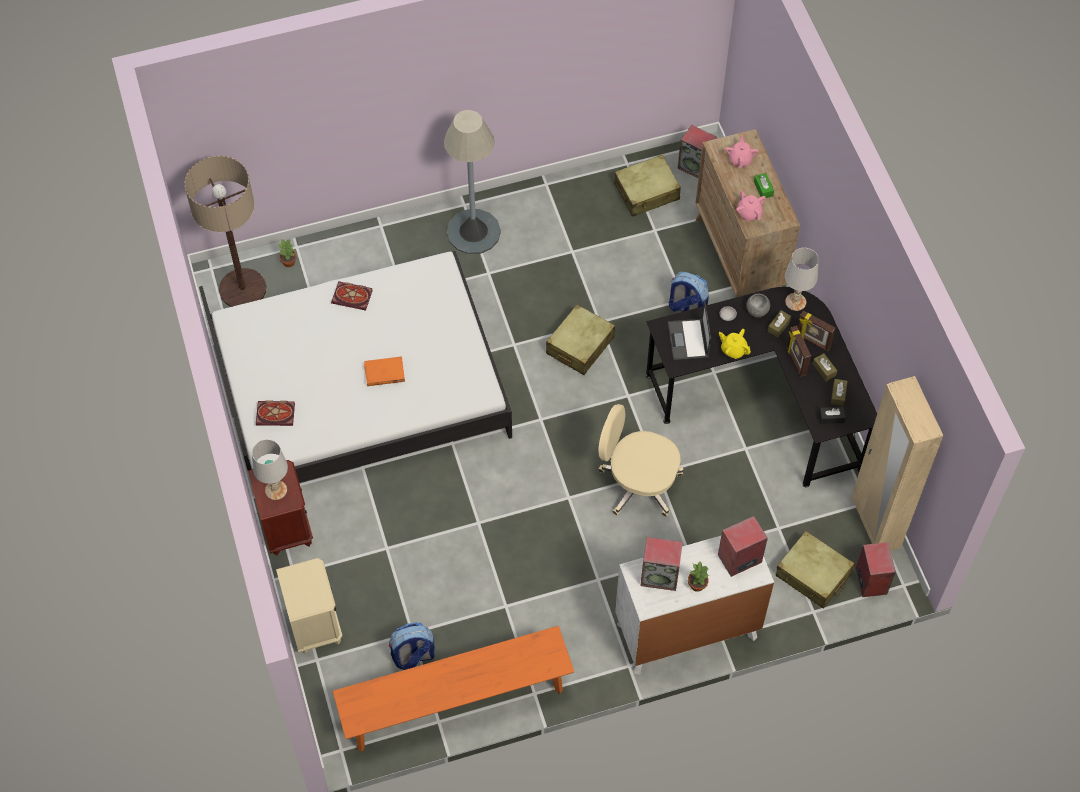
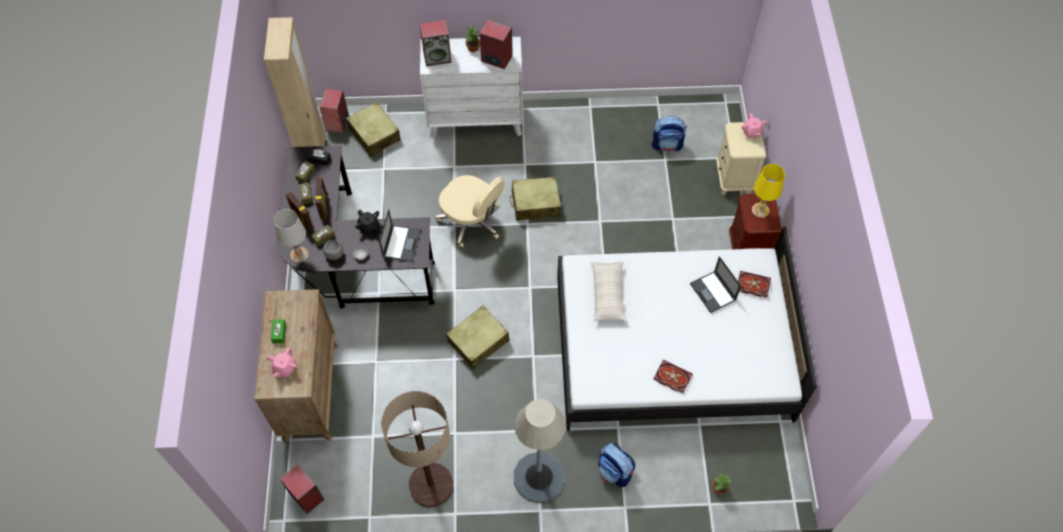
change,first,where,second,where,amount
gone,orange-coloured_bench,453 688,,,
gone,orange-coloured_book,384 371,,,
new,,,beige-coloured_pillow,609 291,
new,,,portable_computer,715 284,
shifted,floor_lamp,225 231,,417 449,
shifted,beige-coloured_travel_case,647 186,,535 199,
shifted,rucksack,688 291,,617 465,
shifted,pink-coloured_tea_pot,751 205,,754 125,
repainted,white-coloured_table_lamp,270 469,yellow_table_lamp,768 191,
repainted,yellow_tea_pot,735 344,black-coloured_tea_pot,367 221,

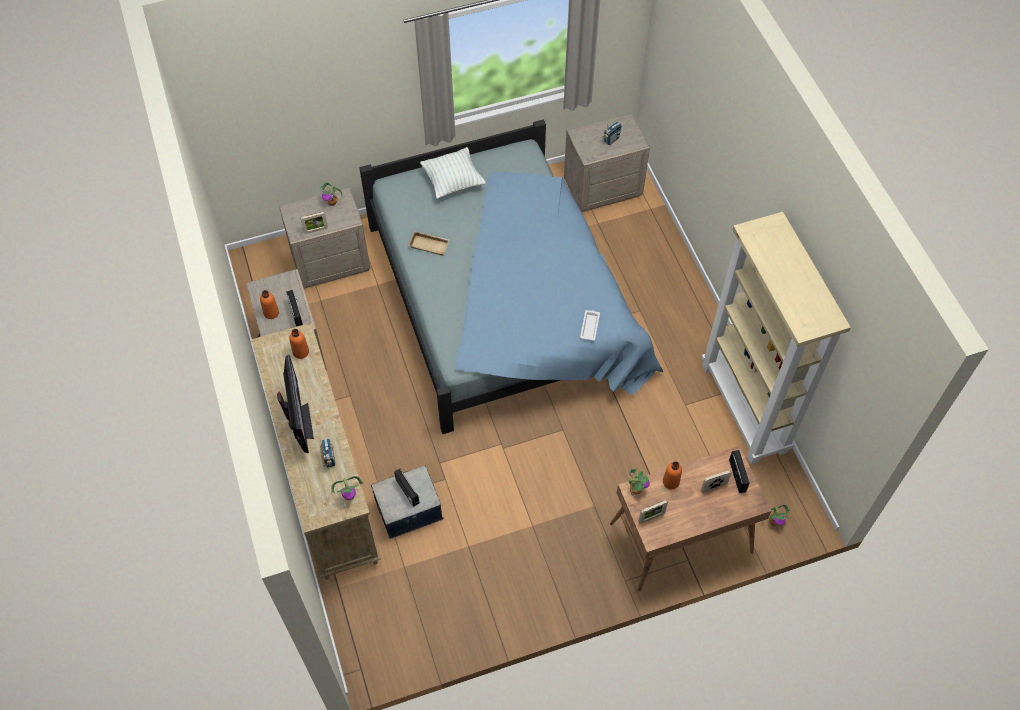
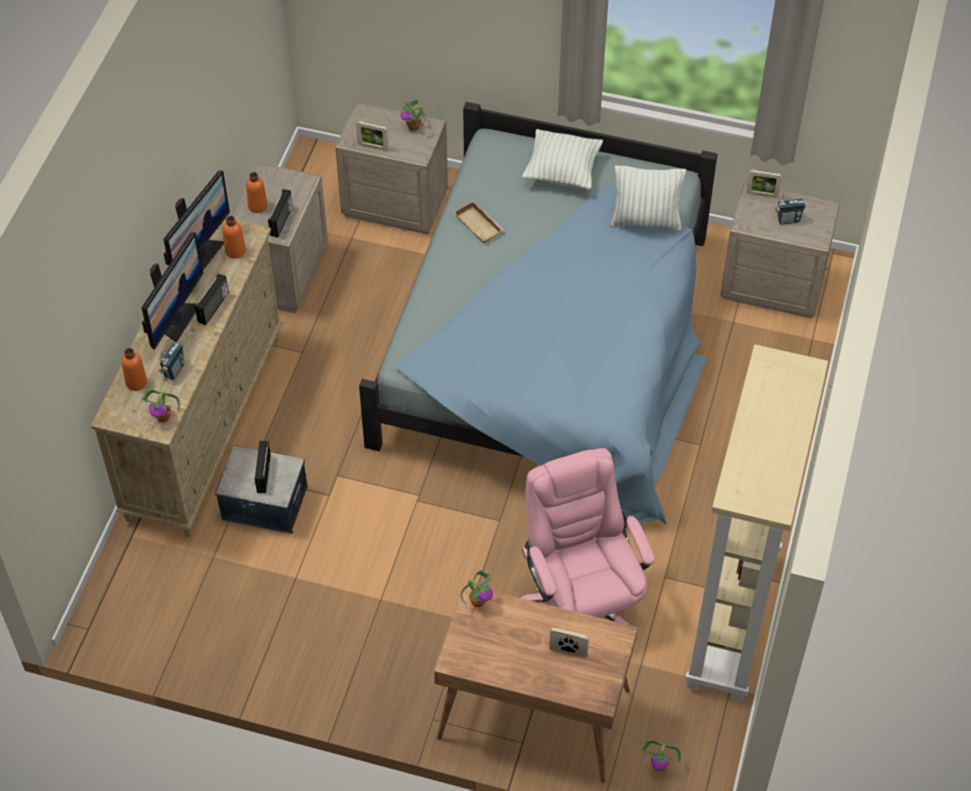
change,first,where,second,where,amount
gone,white-coloured_carrying_tray,590 325,,,
new,,,monitor,196 220,
new,,,pink-coloured_desk_chair,588 536,
new,,,pillow,648 197,
shifted,photo_frame,653 512,,764 184,
shifted,orange-coloured_beverage_bottle,672 475,,134 369,
shifted,radio_set,739 471,,212 299,

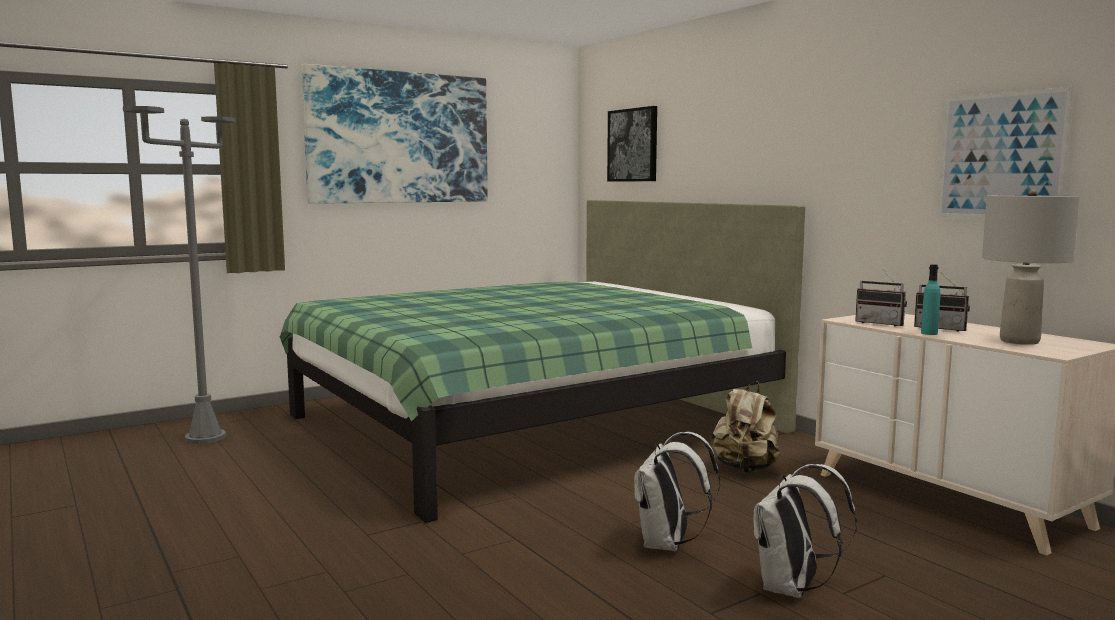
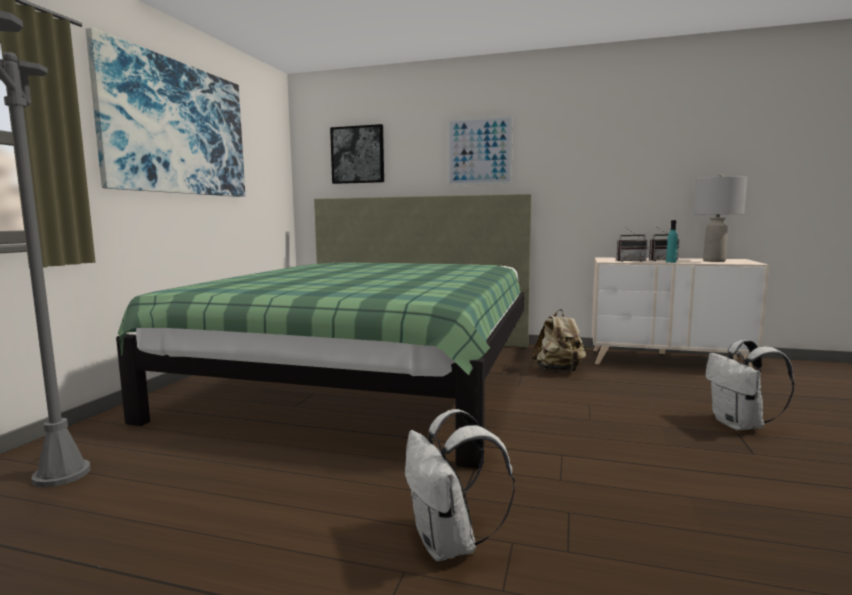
change,first,where,second,where,amount
shifted,white-coloured_rucksack,677 491,,460 485,
shifted,wall_picture,1005 152,,480 151,

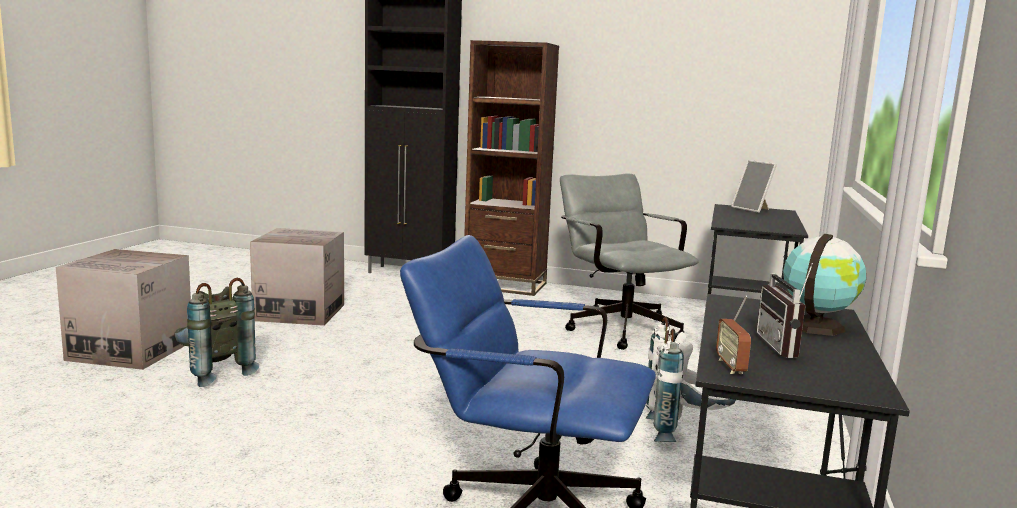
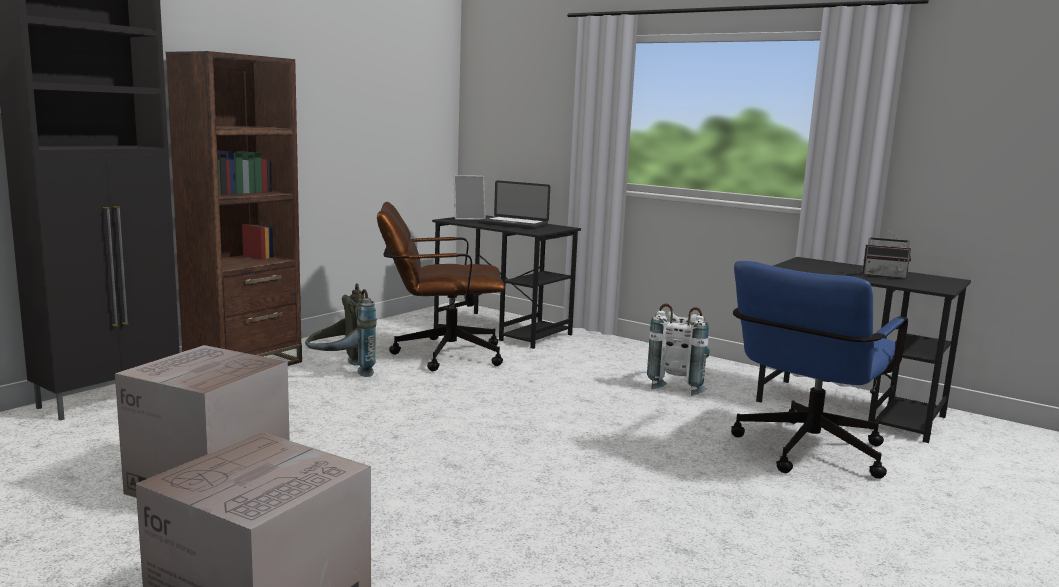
change,first,where,second,where,amount
gone,radio_set,733 334,,,
gone,globe,825 285,,,
new,,,portable_computer,514 204,
shifted,greyish_rucksack,216 332,,340 330,
repainted,greyish_desk_chair,629 262,brown-coloured_desk_chair,441 286,

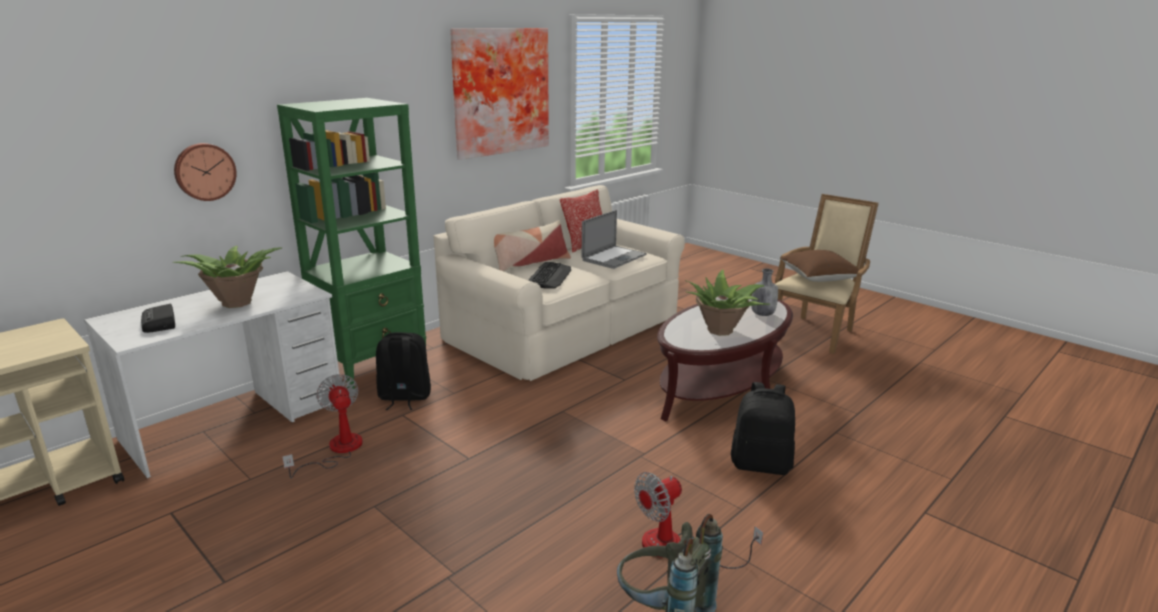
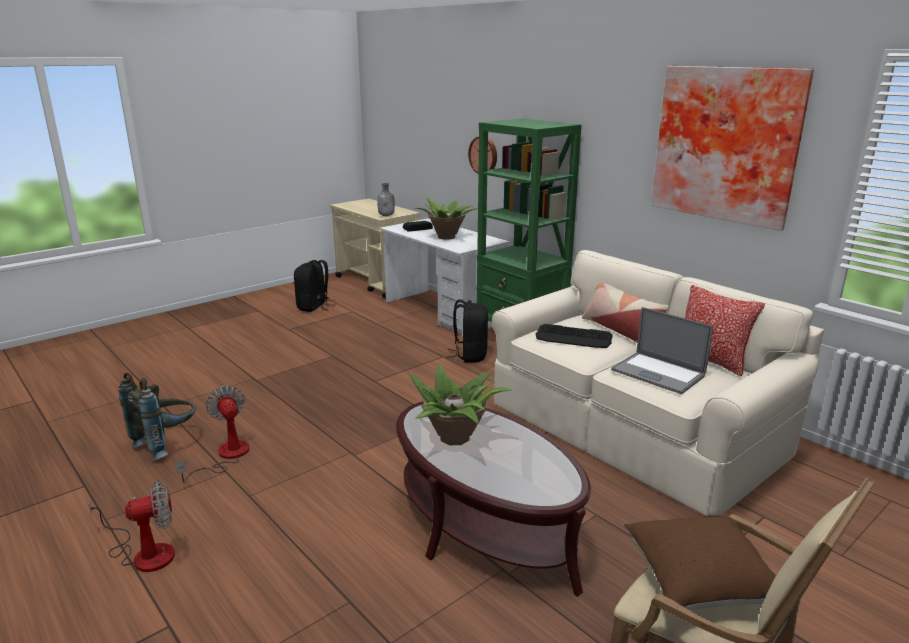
change,first,where,second,where,amount
shifted,cooling_fan,322 426,,131 526,
shifted,black-coloured_rucksack,763 428,,315 286,
shifted,greyish_beverage_bottle,764 292,,386 199,

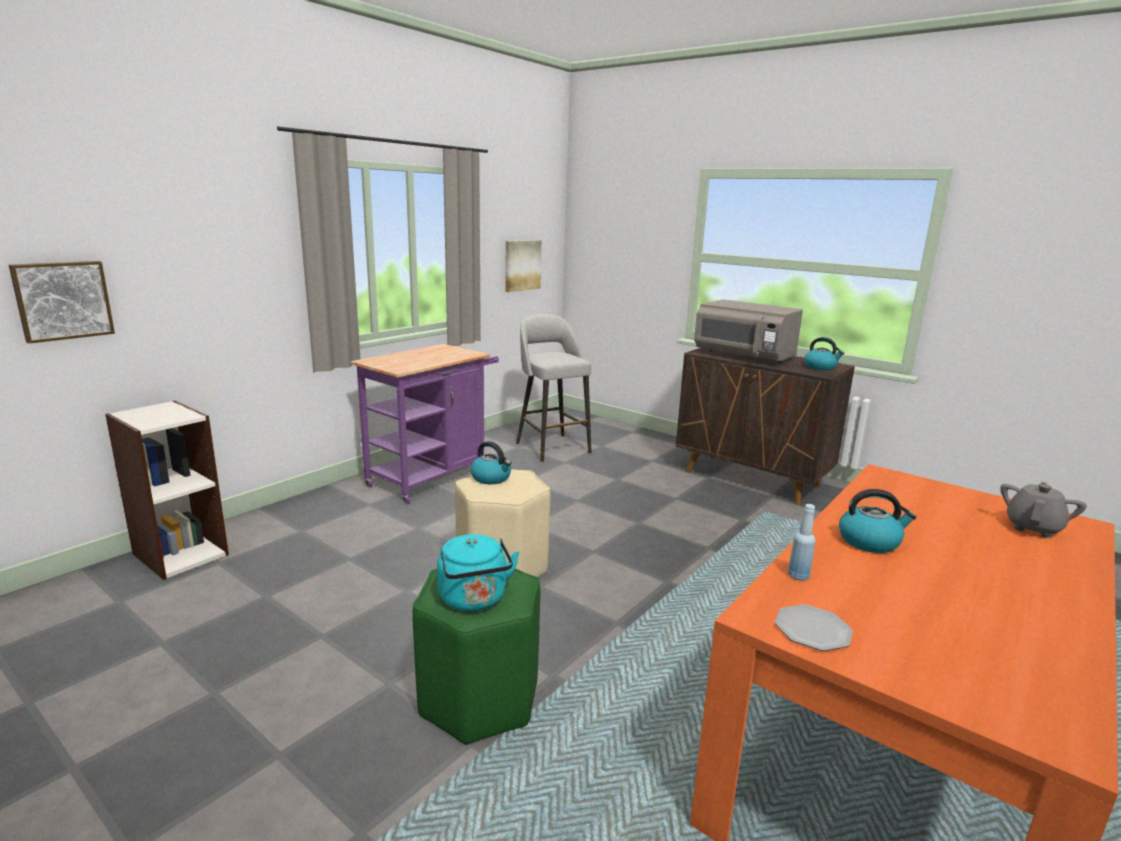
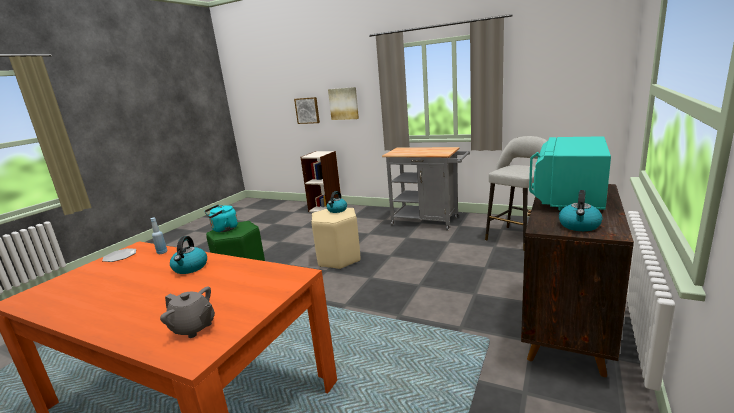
change,first,where,second,where,amount
shifted,wall_picture,523 266,,343 103,
repainted,purple_cart,425 424,greyish_cart,426 188,
repainted,greyish_kitchen_microwave,748 331,turquoise-coloured_kitchen_microwave,570 173,

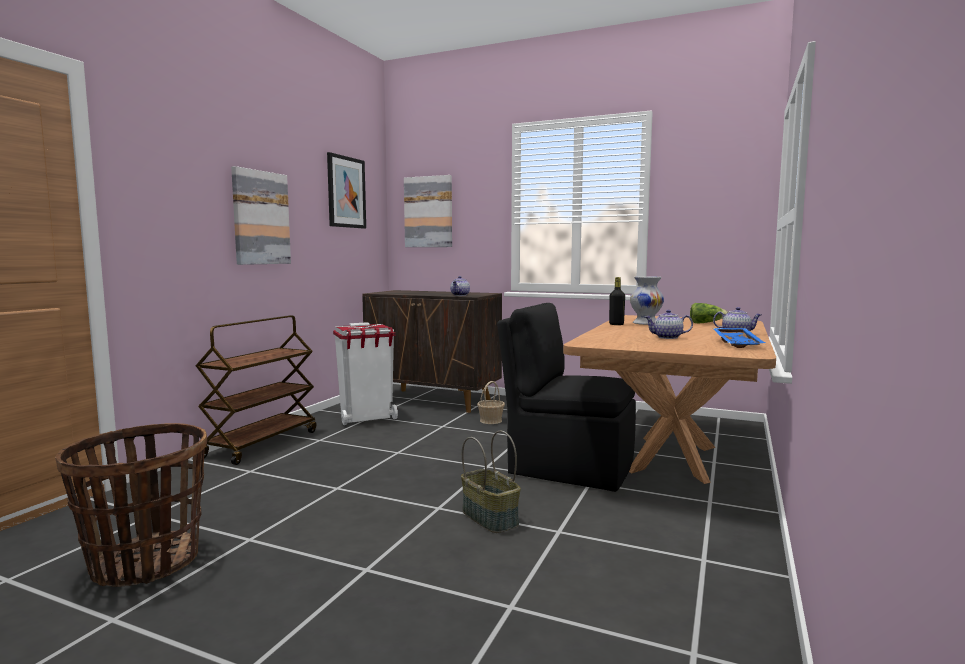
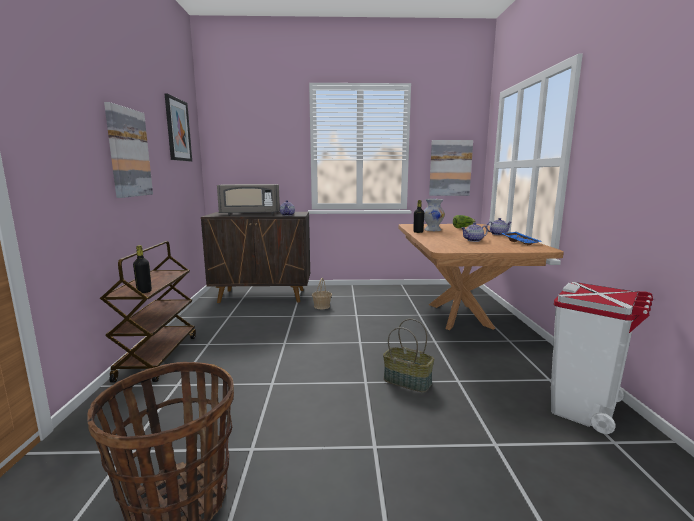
change,first,where,second,where,amount
gone,black-coloured_upright_chair,566 397,,,
new,,,black-coloured_beverage_bottle,142 269,
new,,,greyish_kitchen_microwave,248 199,
shifted,white-coloured_waste_bin,365 373,,602 358,
shifted,wall_picture,428 211,,451 168,

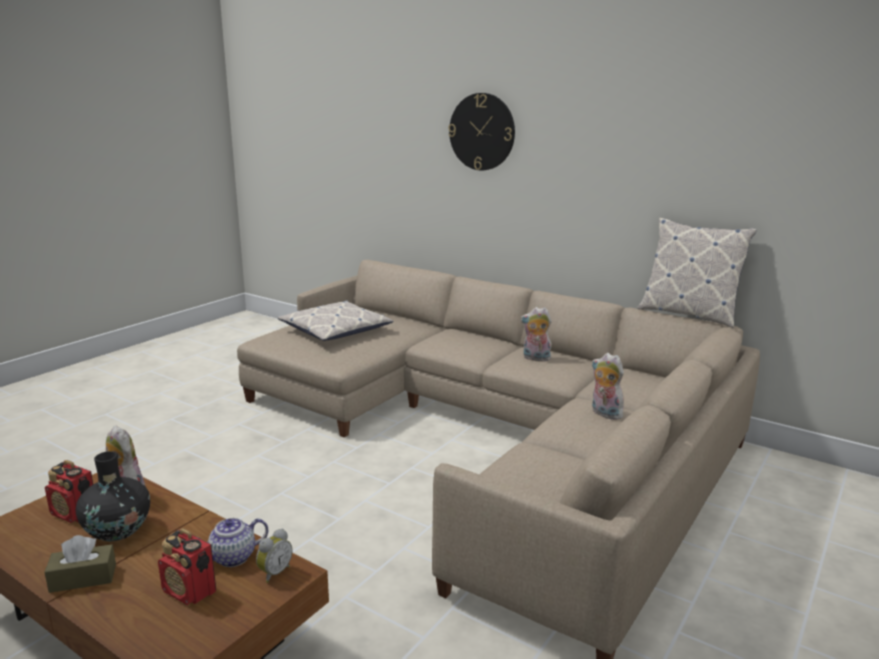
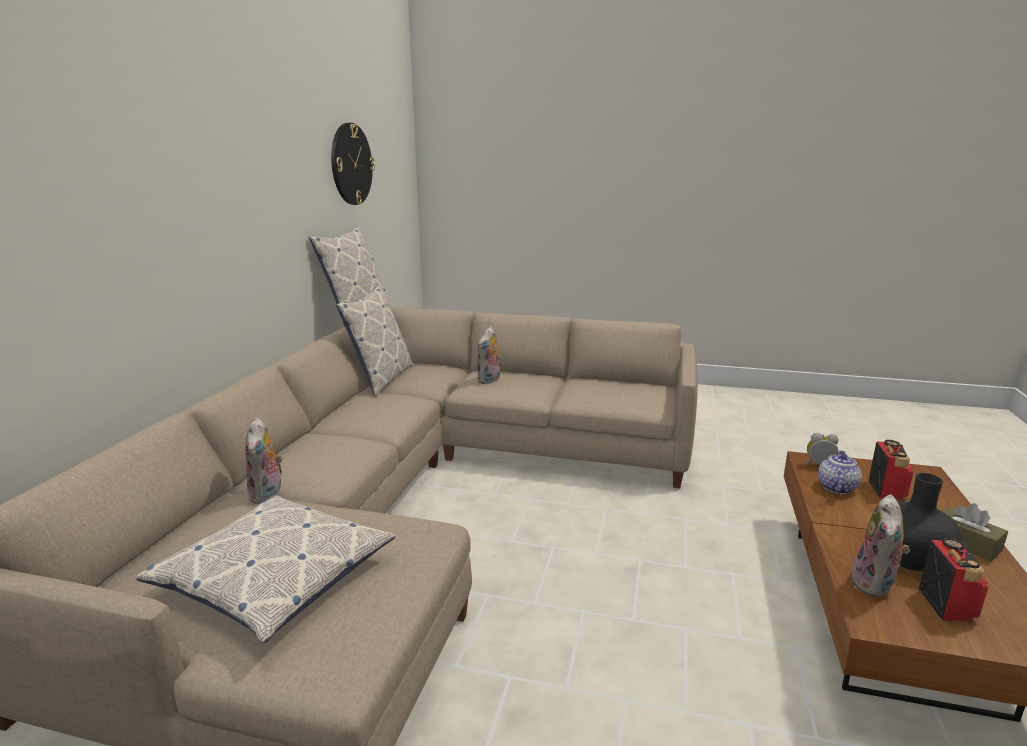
change,first,where,second,where,amount
new,,,pillow,374 341,
shifted,hanging_clock,481 131,,353 164,
shifted,cuddly_toy,536 334,,264 461,
rotated,tea_pot,232 542,,840 472,105 degrees counterclockwise

